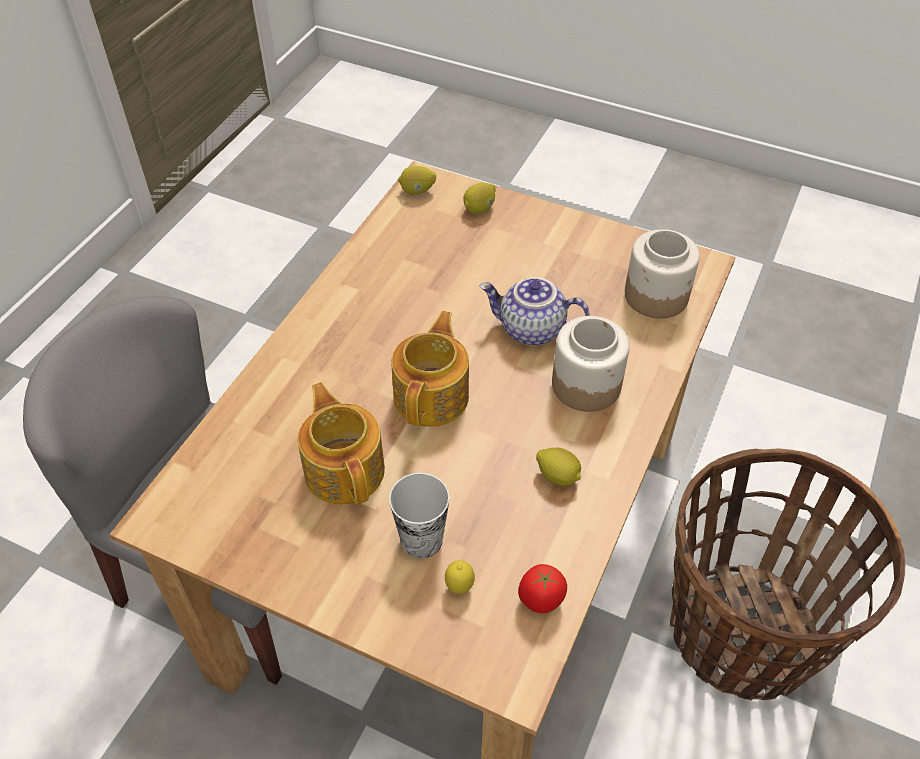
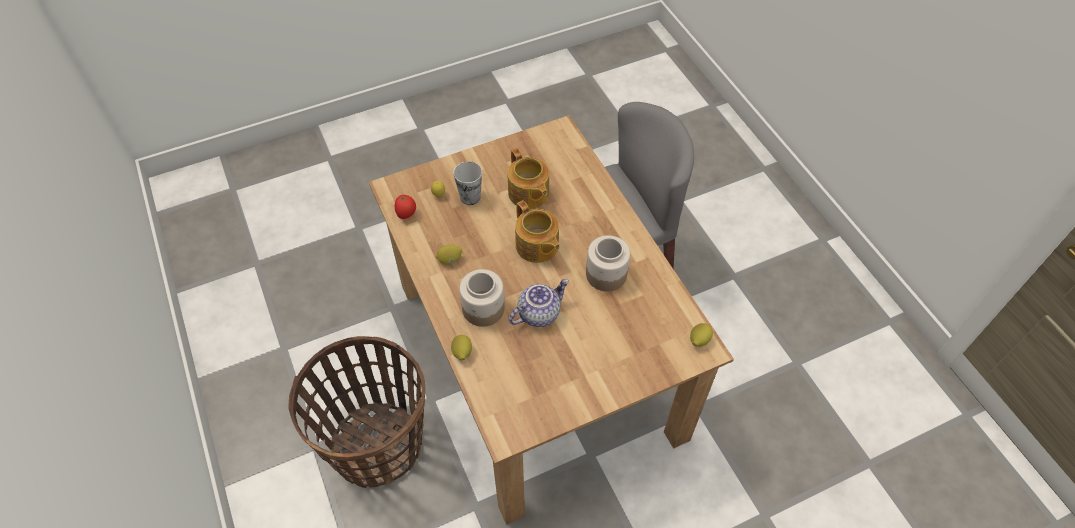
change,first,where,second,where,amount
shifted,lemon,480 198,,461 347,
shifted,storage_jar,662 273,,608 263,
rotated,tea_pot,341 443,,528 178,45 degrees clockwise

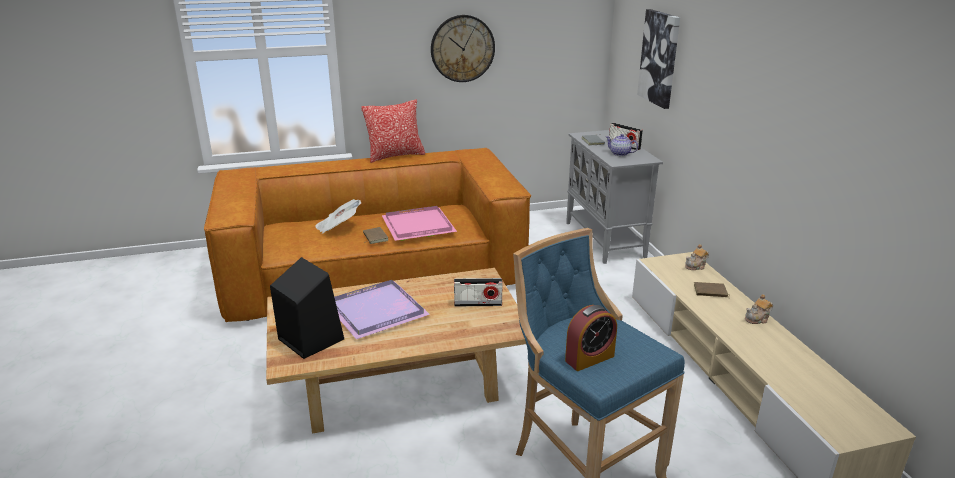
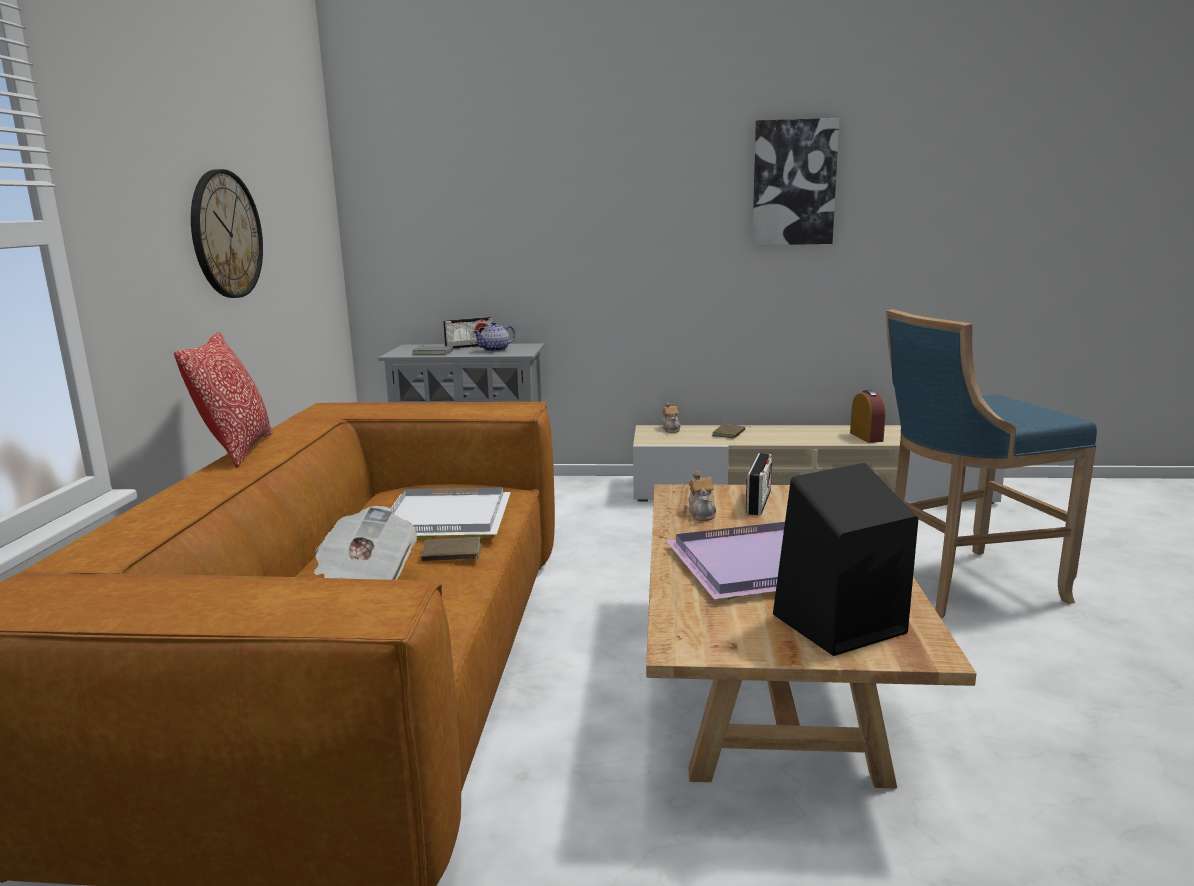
change,first,where,second,where,amount
shifted,table_clock,591 338,,868 416,
shifted,wall_picture,658 59,,795 181,
shifted,tea_pot,759 309,,702 496,
repainted,pink-coloured_carrying_tray,419 223,white-coloured_carrying_tray,451 512,

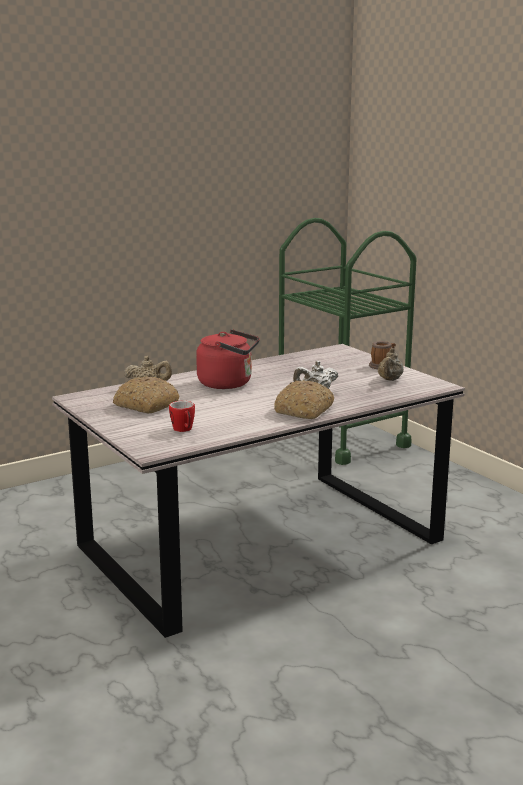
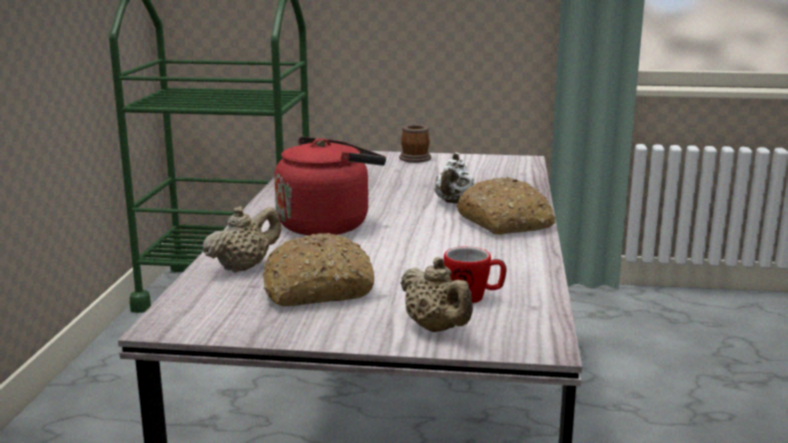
change,first,where,second,where,amount
shifted,beige-coloured_tea_pot,391 364,,436 294,

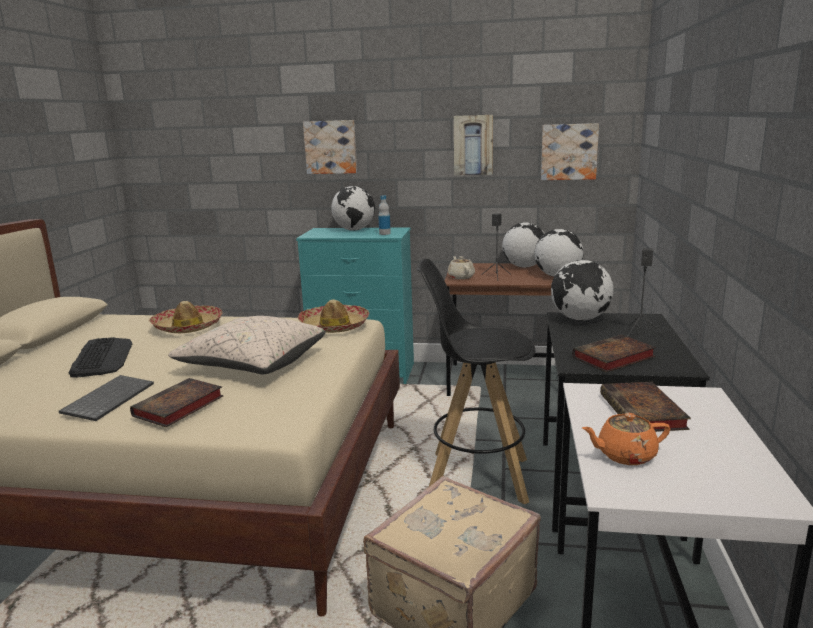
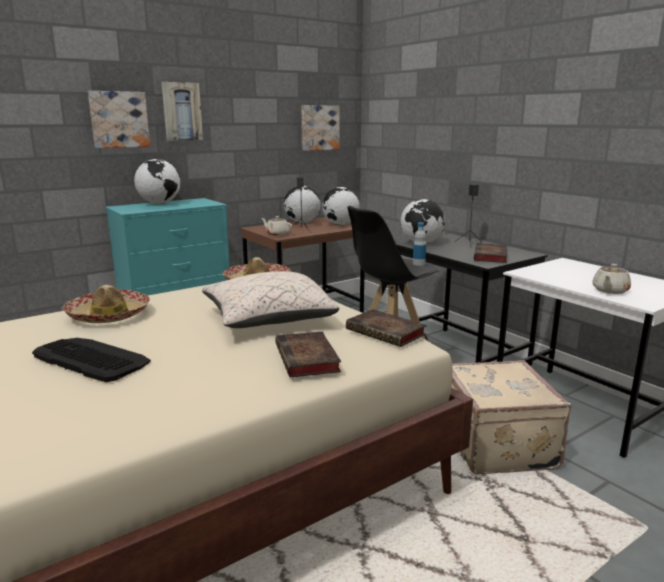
change,first,where,second,where,amount
gone,PC_keyboard,106 398,,,
shifted,beverage_bottle,384 215,,419 244,
shifted,wall_picture,473 145,,182 111,
shifted,book,645 407,,386 328,
repainted,orange-coloured_tea_pot,626 439,beige-coloured_tea_pot,612 279,

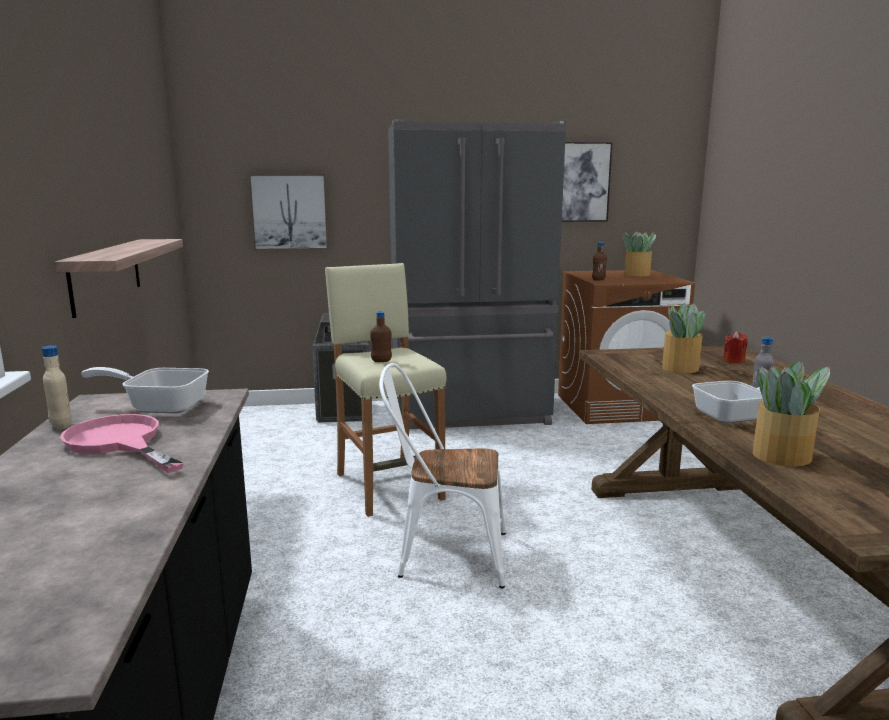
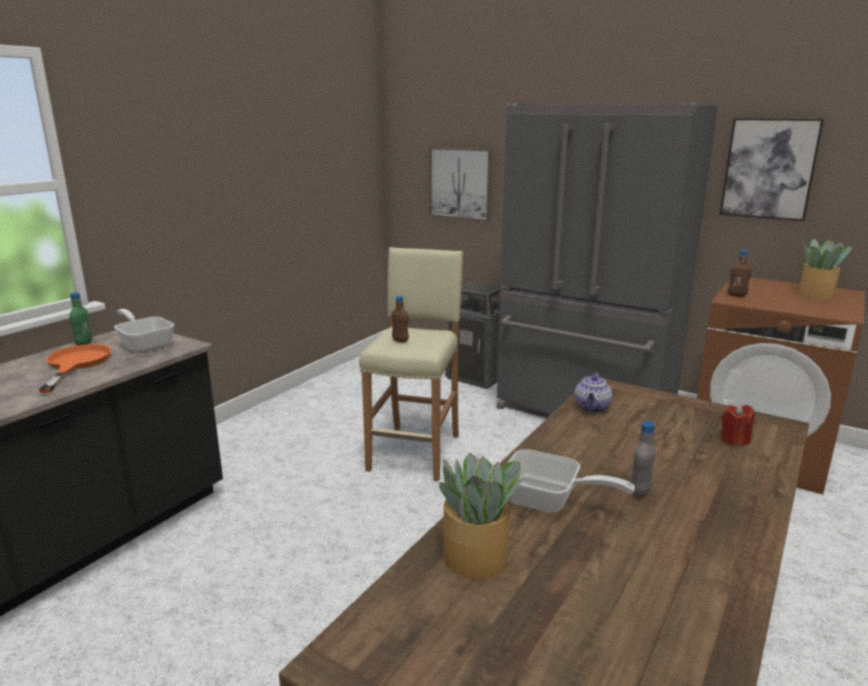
change,first,where,second,where,amount
gone,bracket_shelf,119 278,,,
gone,white-coloured_upright_chair,442 475,,,
gone,potted_plant,685 338,,,
new,,,tea_pot,593 393,
repainted,beige-coloured_beverage_bottle,57 387,greenish_beverage_bottle,81 318,
repainted,pink-coloured_frying_pan,122 443,orange-coloured_frying_pan,75 368,

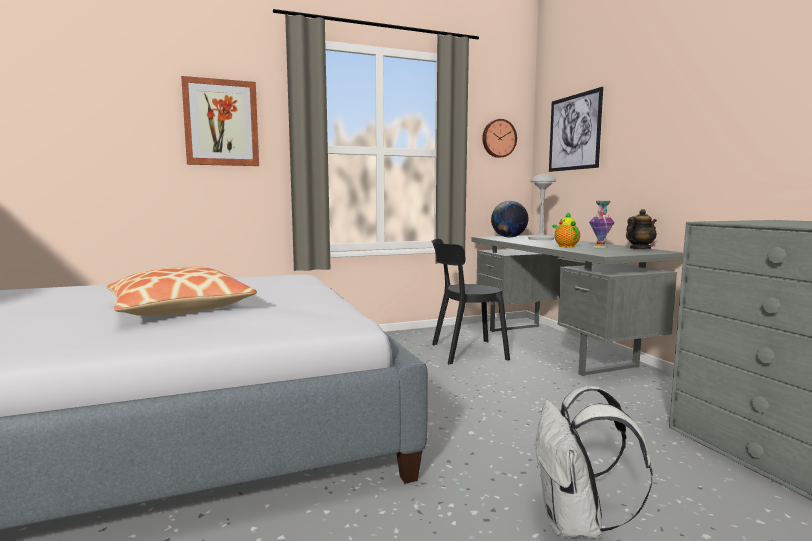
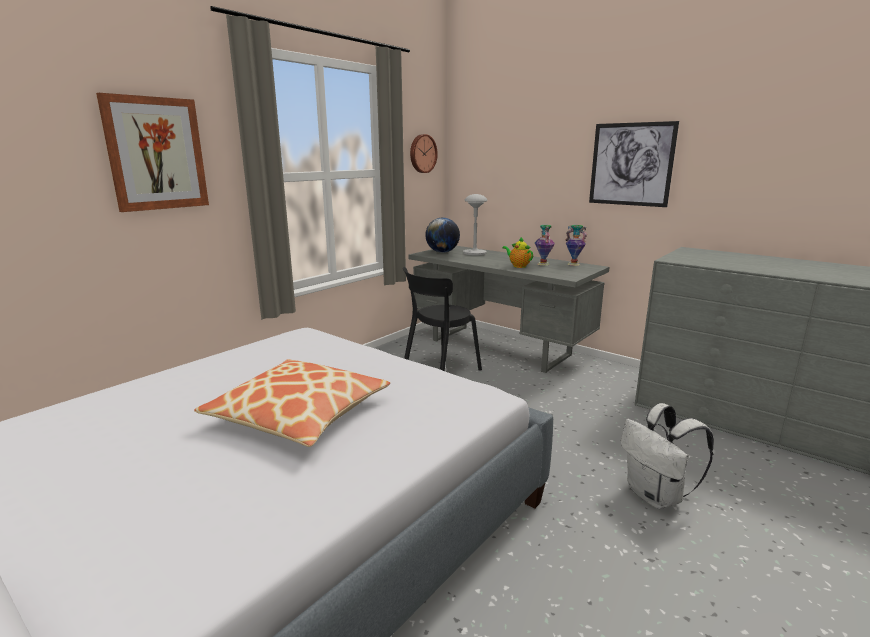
change,first,where,second,where,amount
shifted,wall_picture,576 129,,634 164,
swapped,tea_pot,641 229,vase,576 245,

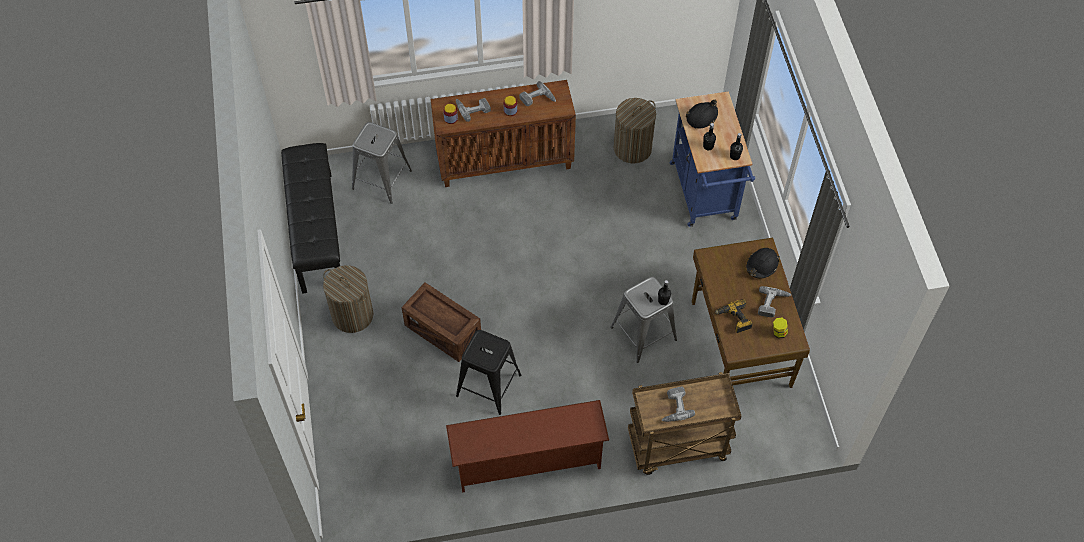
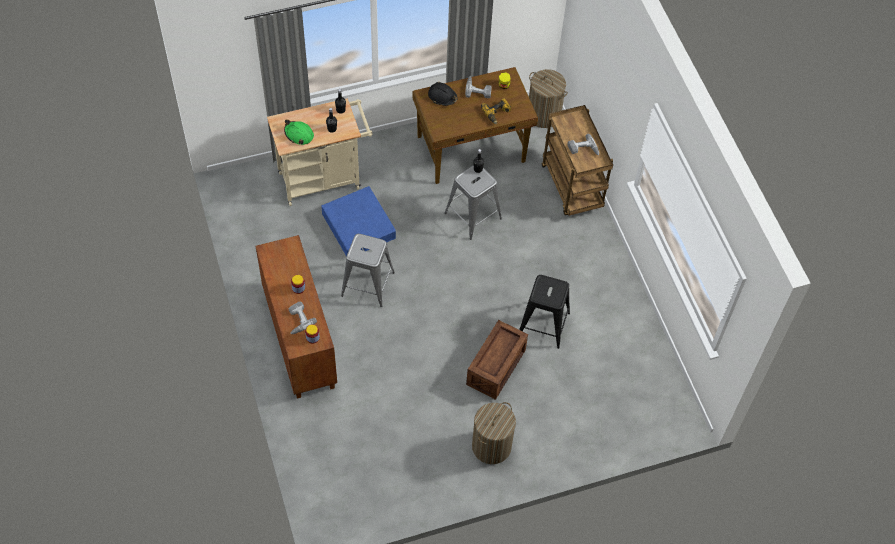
change,first,where,second,where,amount
gone,black-coloured_bench,310 218,,,
gone,brown-coloured_shoe_rack,527 446,,,
gone,electric_drill,537 93,,,
new,,,blue_storage_bin,358 221,
shifted,greyish_sitting_stool,382 163,,368 270,
shifted,washing_basket,635 131,,548 98,
repainted,blue_cart,712 159,beige-coloured_cart,320 152,
repainted,black-coloured_work_helmet,702 114,greenish_work_helmet,299 132,

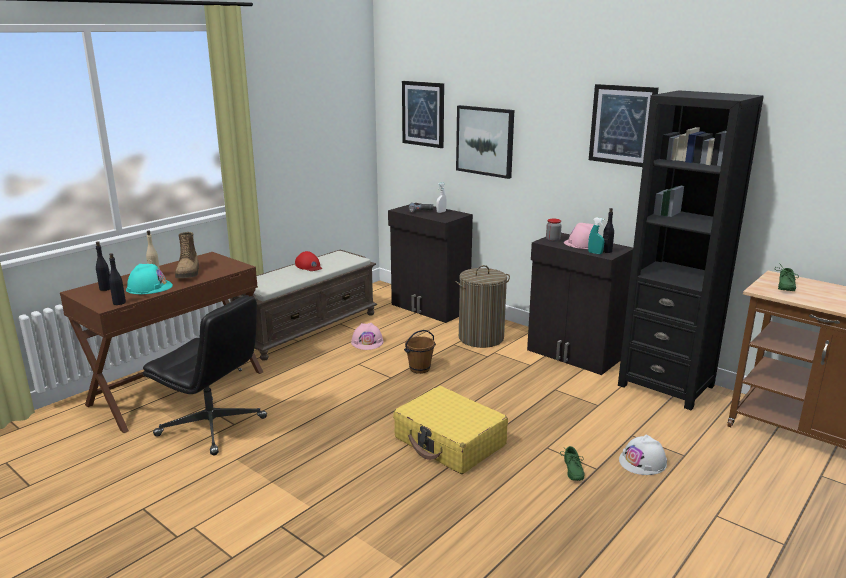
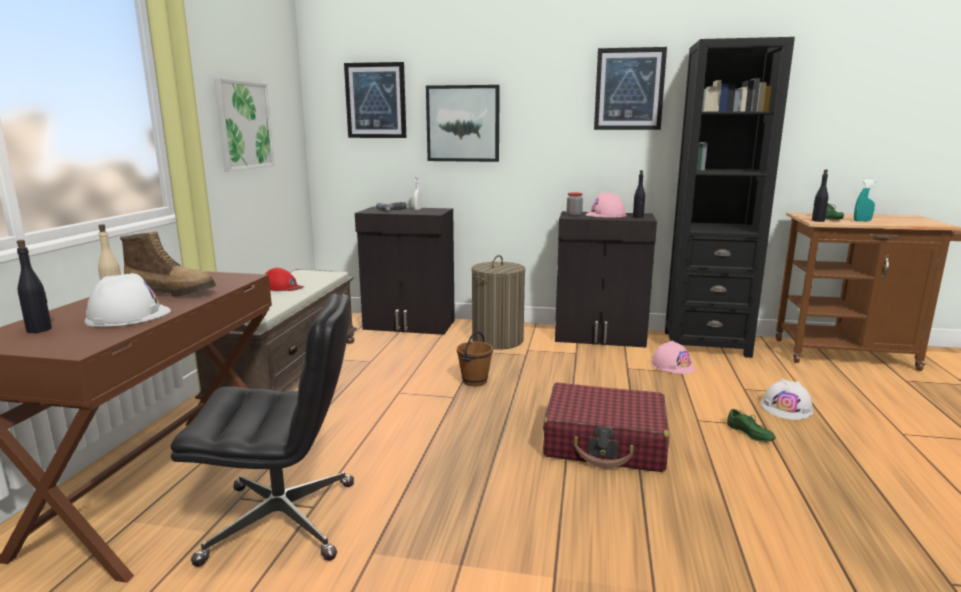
change,first,where,second,where,amount
new,,,wall_picture,244 124,
shifted,black-coloured_beverage_bottle,117 279,,820 196,
shifted,pink-coloured_work_helmet,367 336,,673 357,
shifted,turquoise-coloured_spray_bottle,596 236,,865 200,
repainted,turquoise-coloured_work_helmet,149 279,white-coloured_work_helmet,127 300,
repainted,yellow_travel_case,450 430,red_travel_case,606 427,
rotated,tall_boot,187 255,,168 264,45 degrees counterclockwise

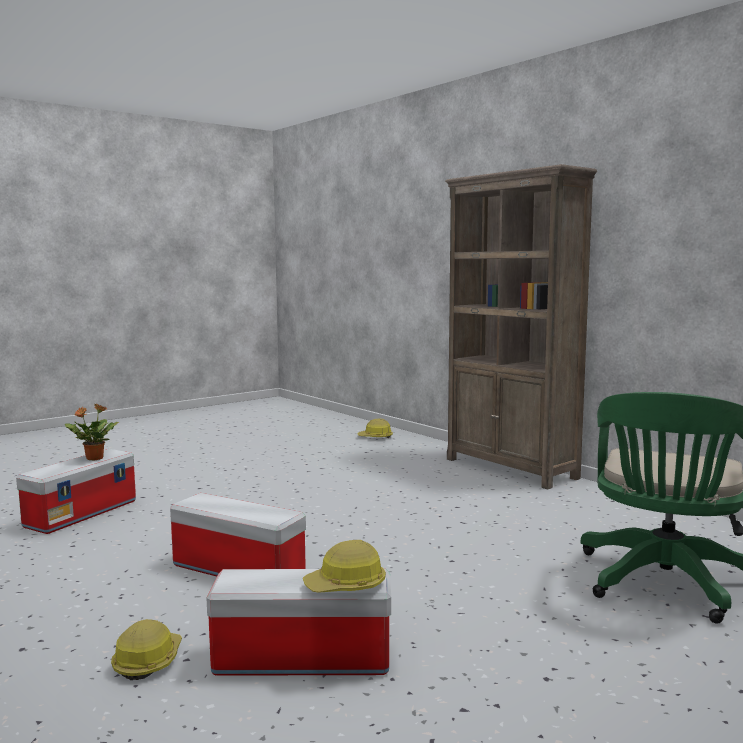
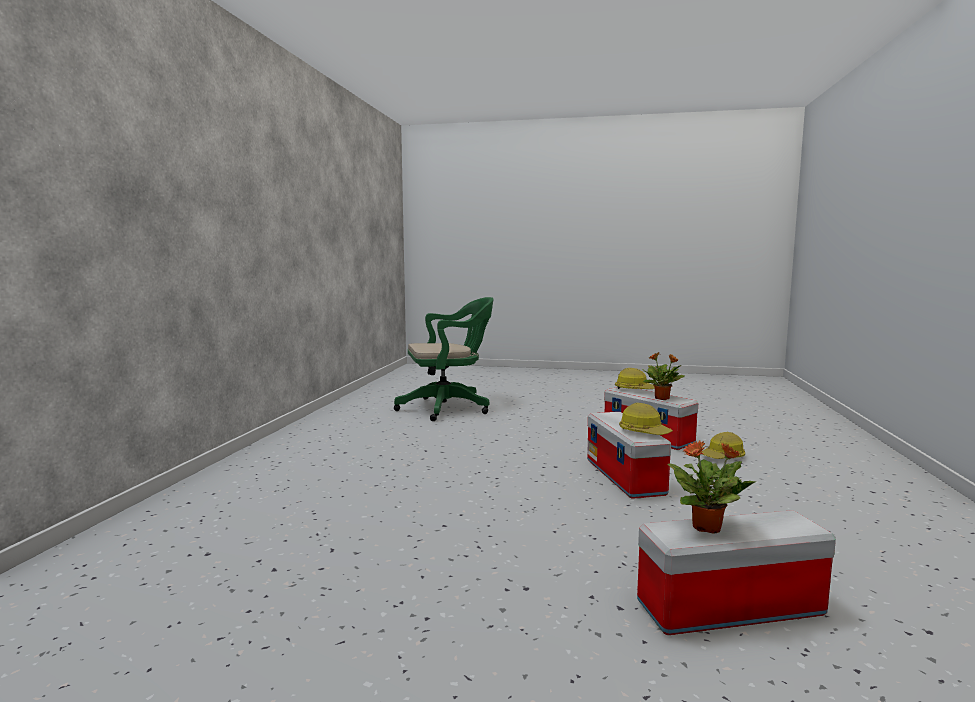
change,first,where,second,where,amount
gone,brown-coloured_bookshelf,521 327,,,
new,,,potted_plant,663 376,
shifted,work_helmet,375 428,,646 419,

